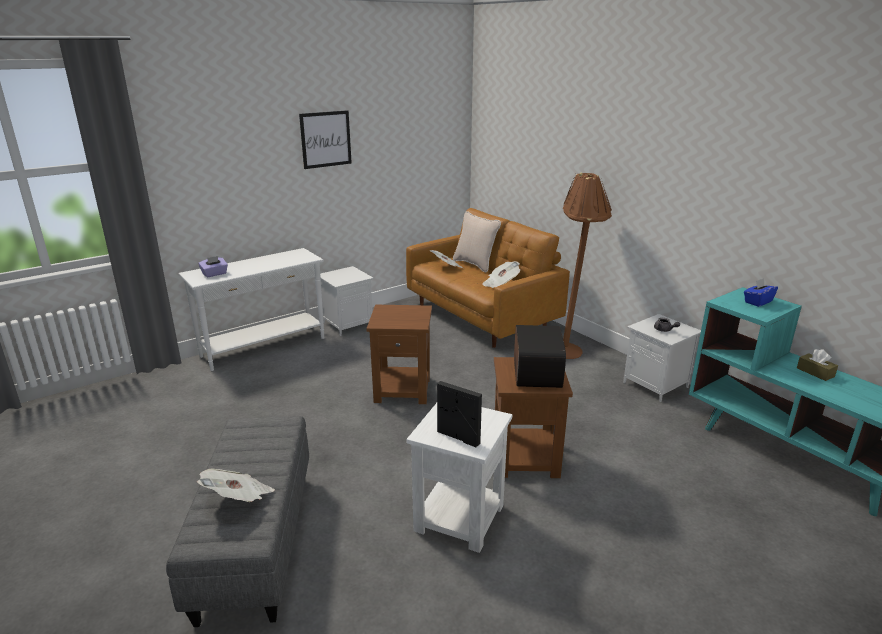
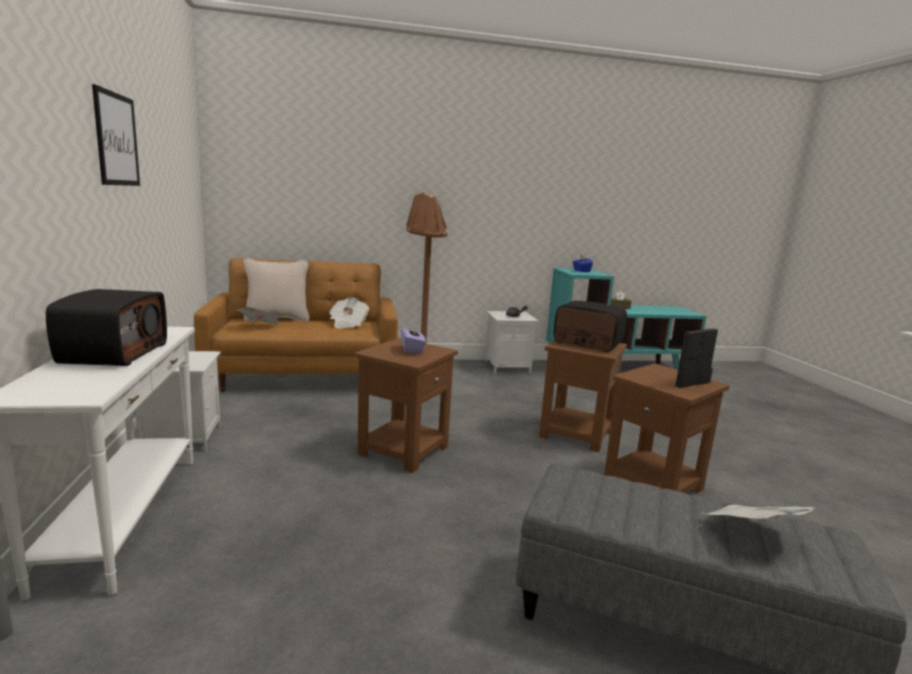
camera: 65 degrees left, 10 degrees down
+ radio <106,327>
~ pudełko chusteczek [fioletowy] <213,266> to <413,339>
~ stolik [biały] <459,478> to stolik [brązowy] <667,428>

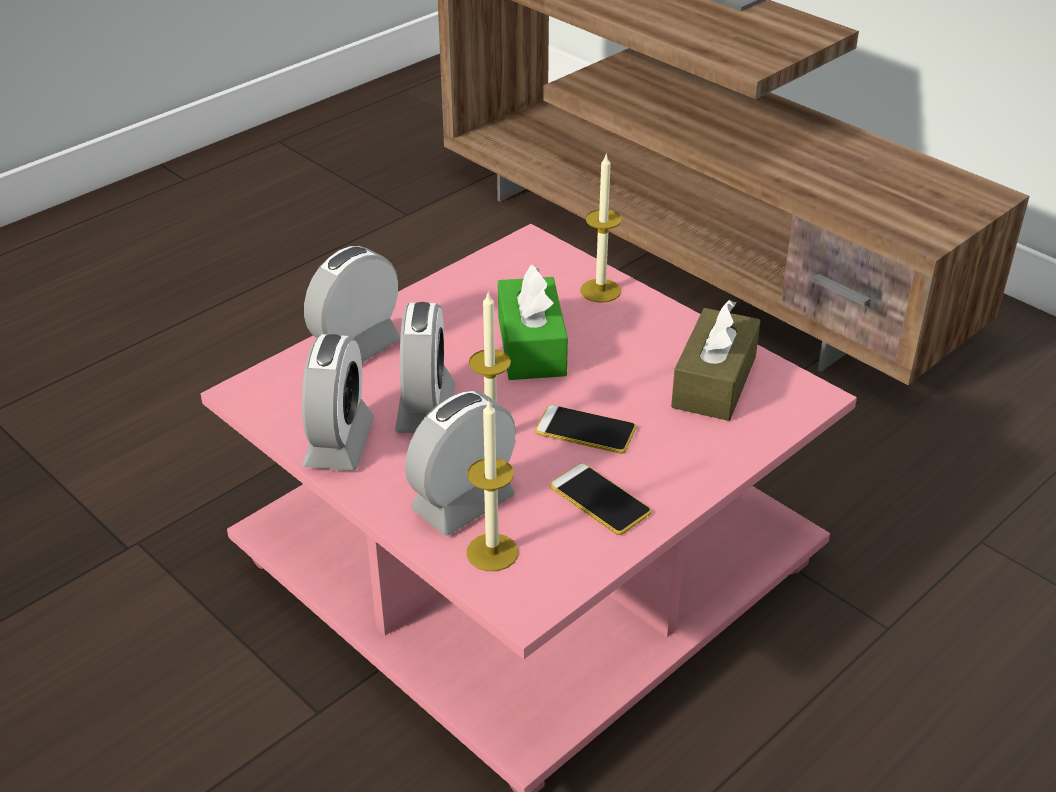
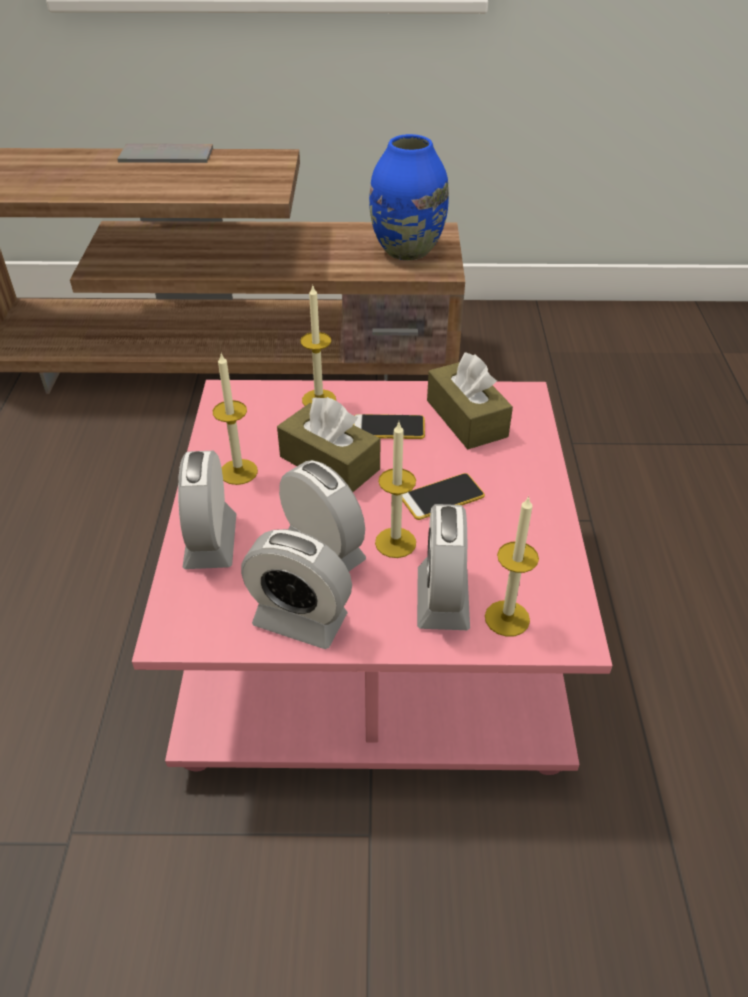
camera: 45 degrees left, 5 degrees up
+ świeca <235,419>
+ wazon [niebieski] <409,197>
~ telefon <601,499> to <389,426>
~ pudełko chusteczek [zielony] <533,322> to pudełko chusteczek [brązowy] <328,444>
~ budzik <338,402> = <296,589> 150 degrees clockwise

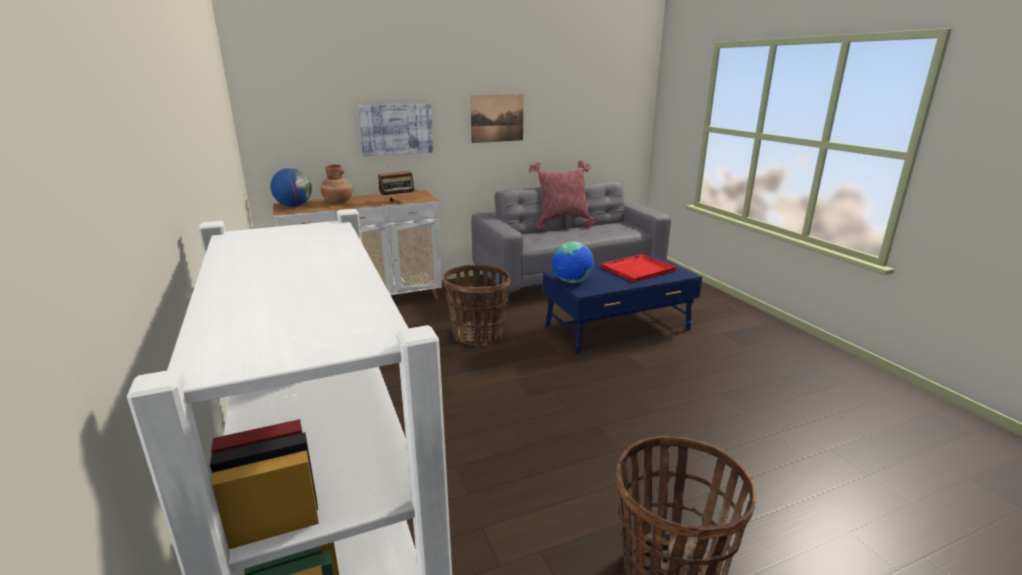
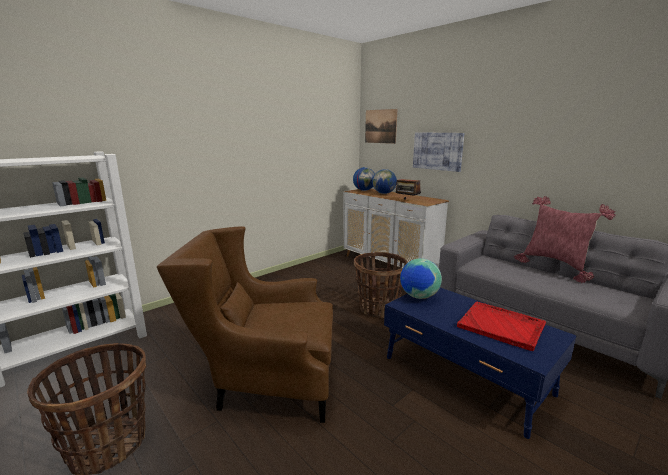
camera: 70 degrees right, 5 degrees down
+ fotel [brązowy] <245,324>
~ obraz <496,118> to <381,126>
~ wazon [brązowy] <336,183> to globus <384,181>

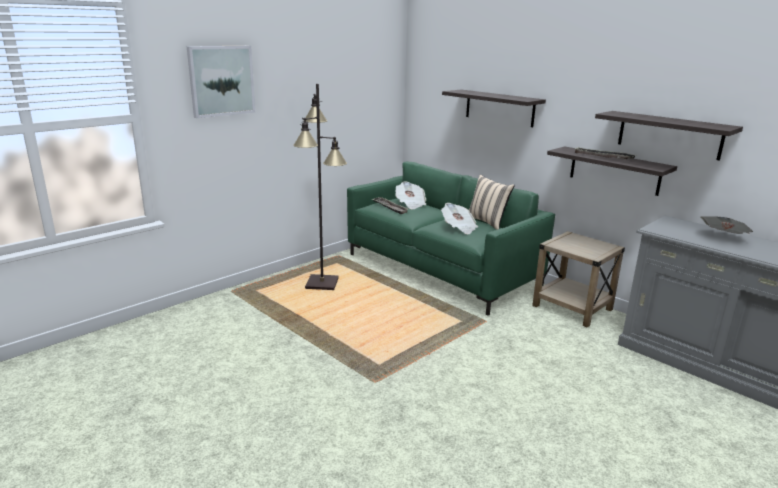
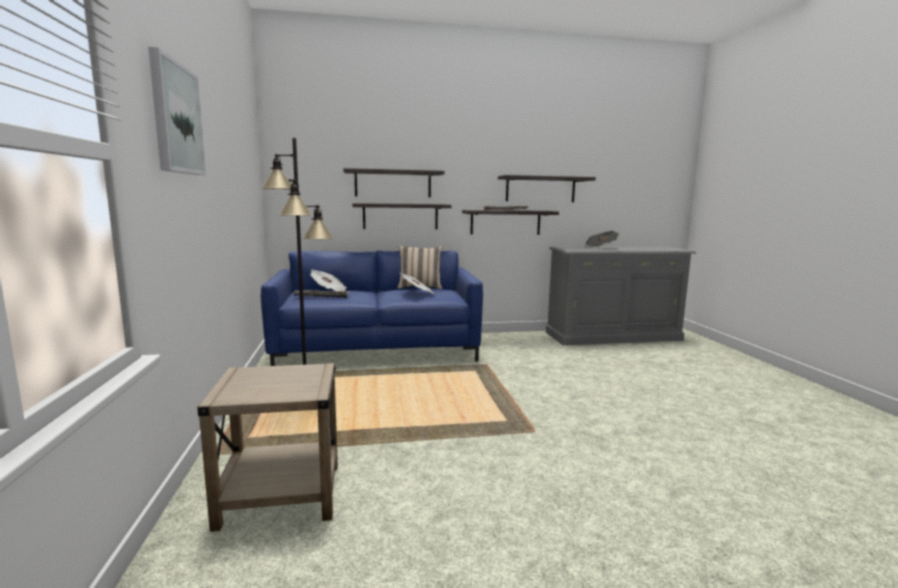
camera: 55 degrees left, 10 degrees down
+ półka <402,216>
~ stolik [beżowy] <578,279> to <267,447>
~ kanapa [zielony] <451,239> to kanapa [niebieski] <371,308>

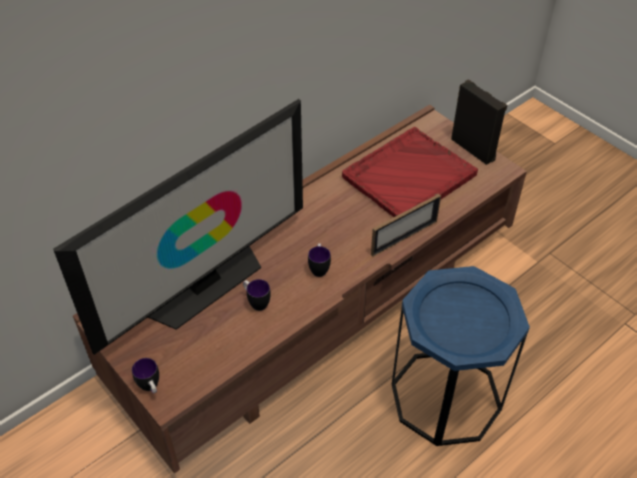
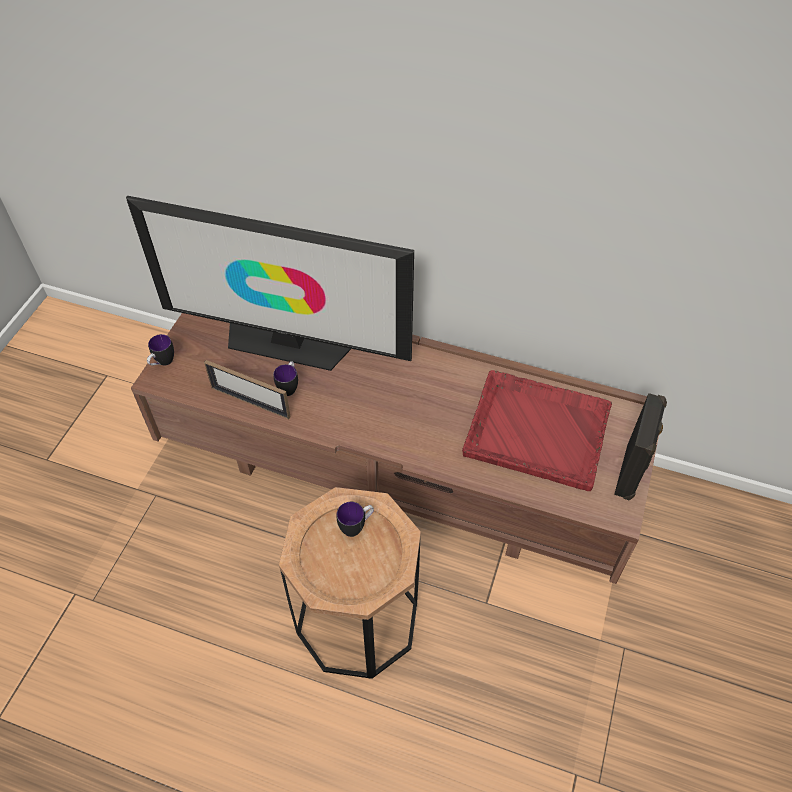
camera: 60 degrees right, 5 degrees up
~ kubek <319,260> to <355,519>
~ ramka na zdjęcie <406,225> to <247,389>
~ stolik [niebieski] <461,356> to stolik [brązowy] <350,583>

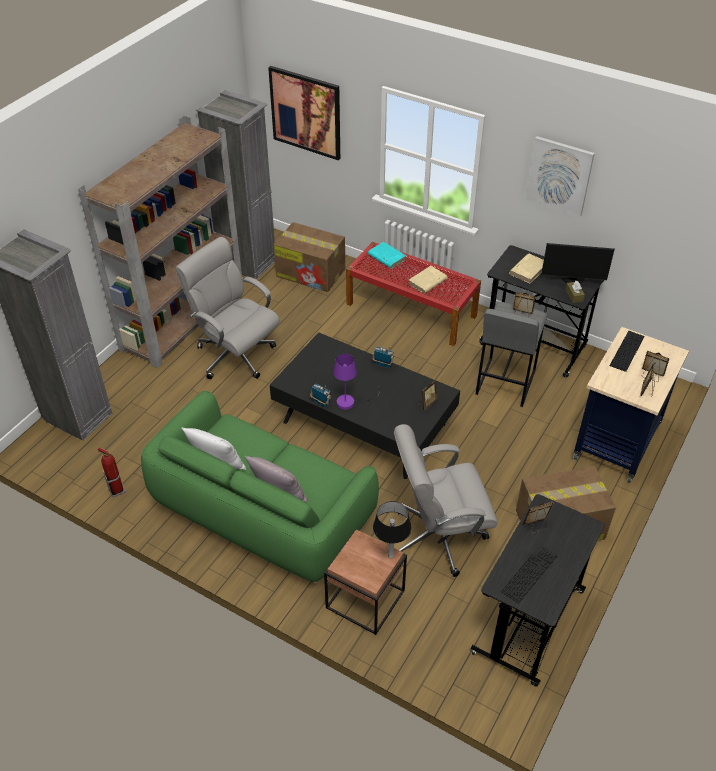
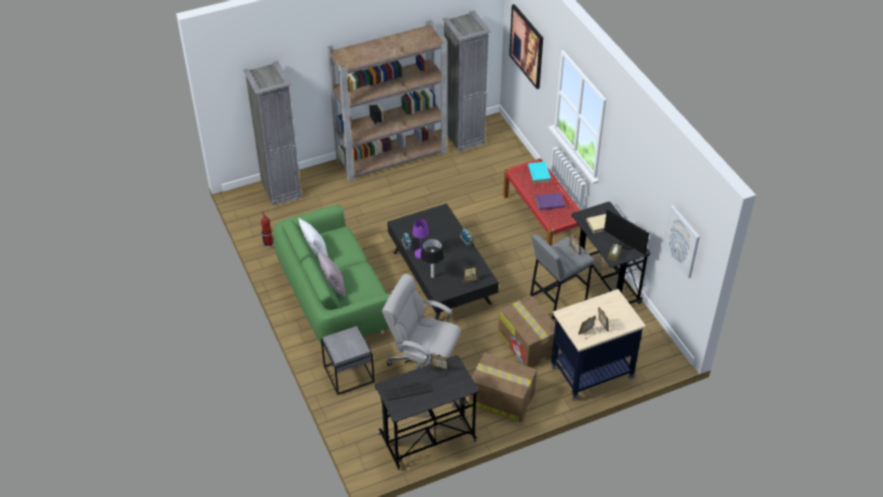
camera: 35 degrees right, 0 degrees up
- krzesło biurowe [szary] <227,308>
- klawiatura <627,351>
~ karton <309,257> to <528,331>
~ lampa stołowa <392,530> to <432,258>
~ obraz <560,176> to <681,241>
~ stolik [brązowy] <365,582> to stolik [szary] <348,360>
~ książka [beżowy] <428,280> to książka [fioletowy] <550,201>

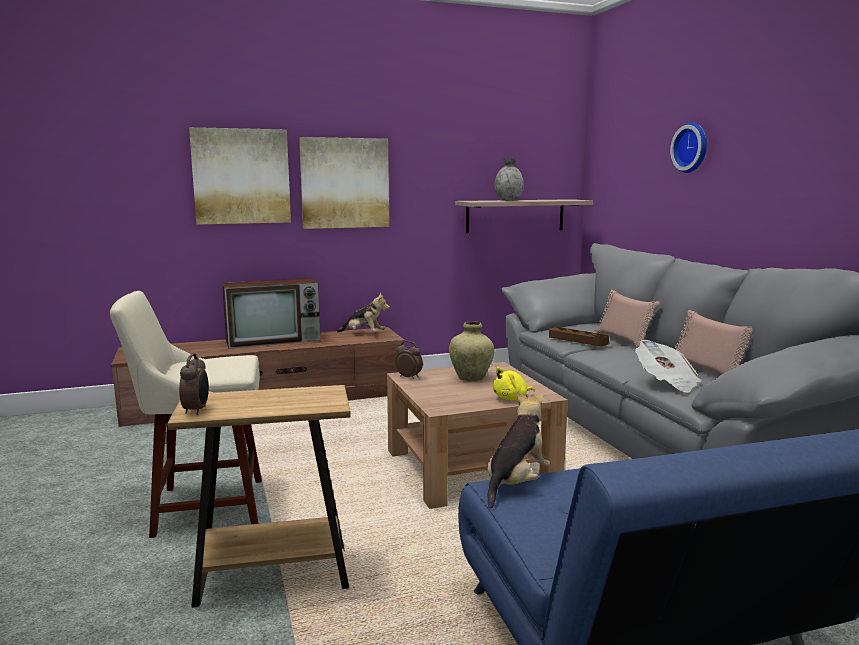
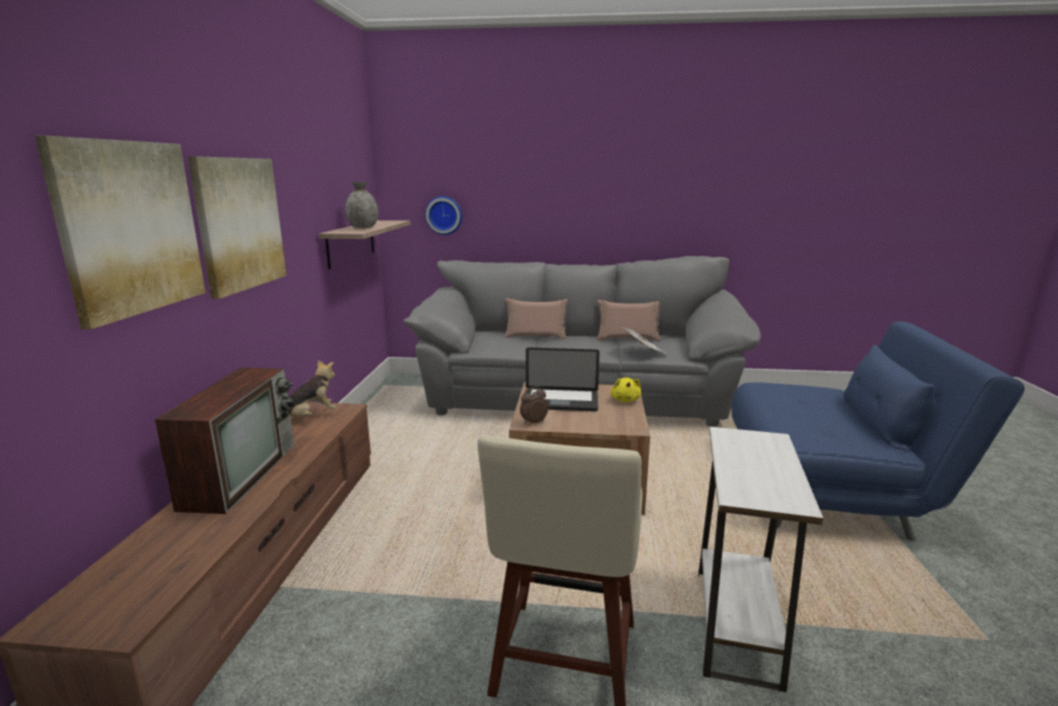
camera: 65 degrees left, 5 degrees up
- budzik <194,384>
- pluszak <518,450>
- taca [brązowy] <579,336>
~ zegar ścienny <688,147> to <443,215>
~ wazon [beżowy] <472,351> to laptop <562,379>
~ stolik [brązowy] <259,496> to stolik [biały] <760,559>

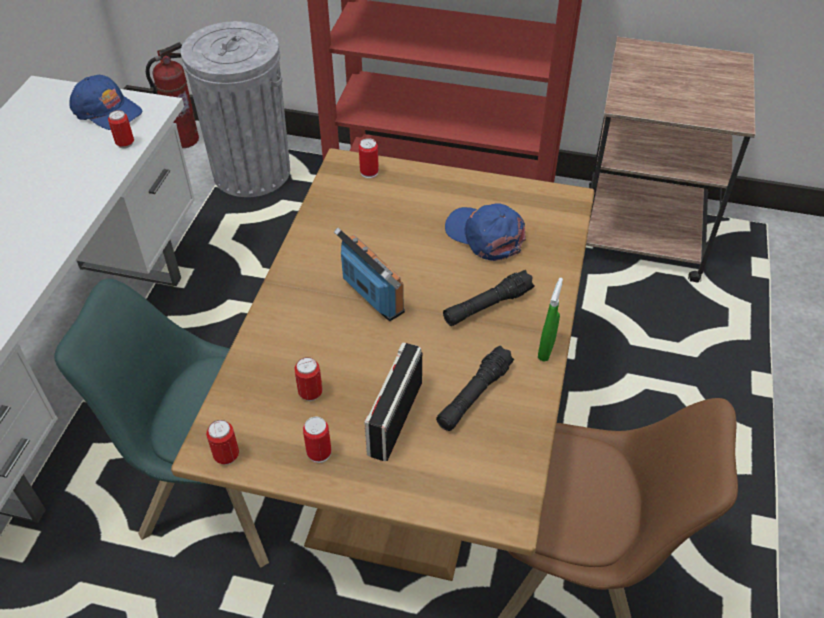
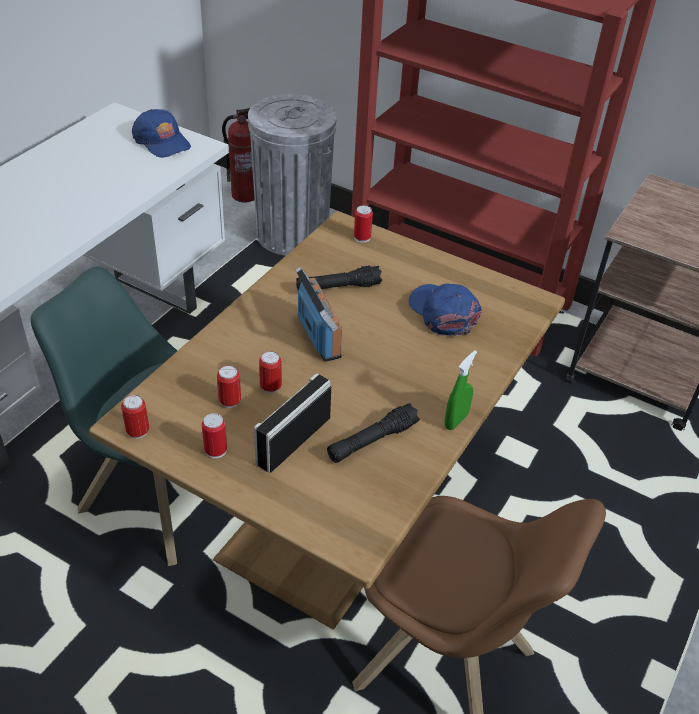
camera: 15 degrees right, 5 degrees down
~ puszka <121,129> to <270,372>
~ latarka [czarny] <489,298> to <339,278>

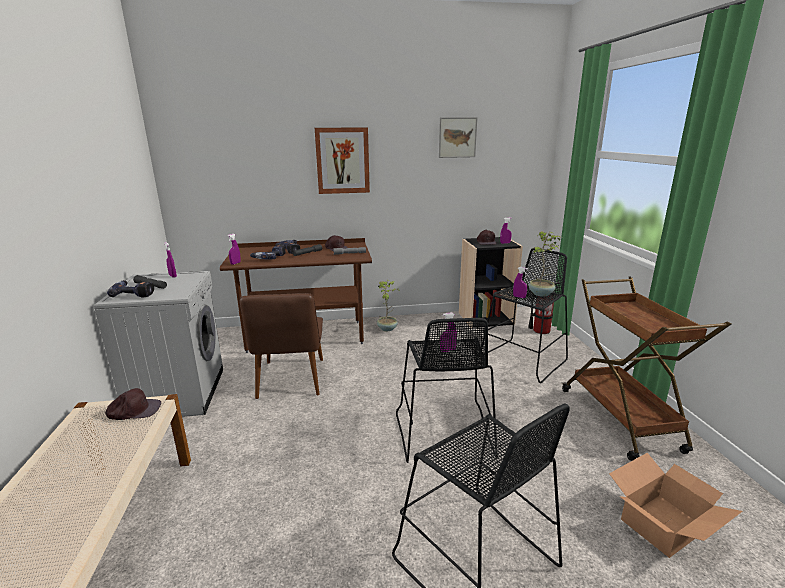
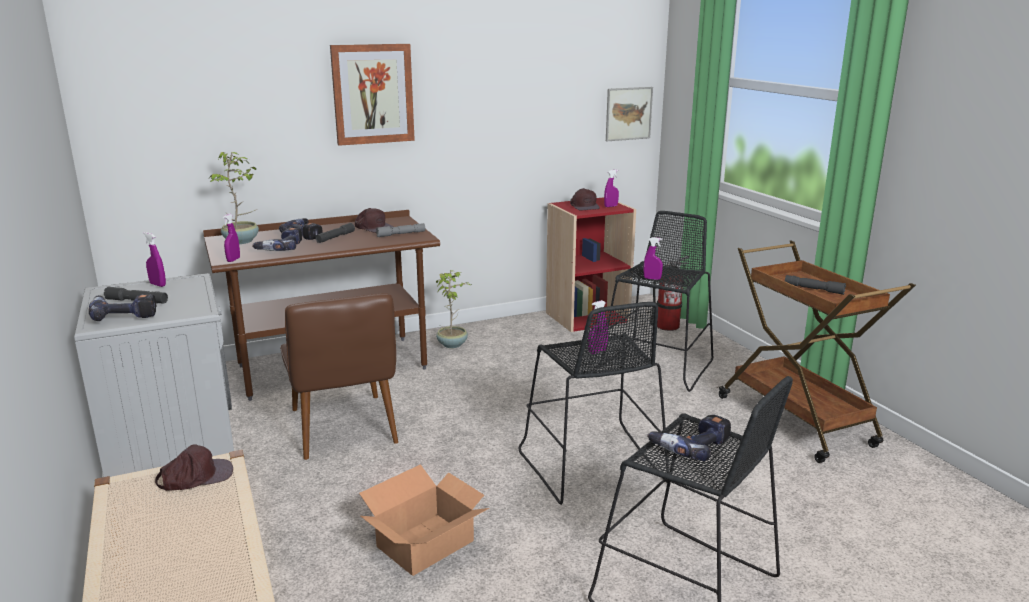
camera: 15 degrees left, 0 degrees up
+ wiertarka <689,438>
+ latarka [szary] <815,285>
~ obraz <458,137> to <629,114>
~ roślina doniczkowa <545,263> to <234,198>
~ karton <676,505> to <424,520>
~ regał [czarny] <491,282> to regał [czerwony] <591,264>

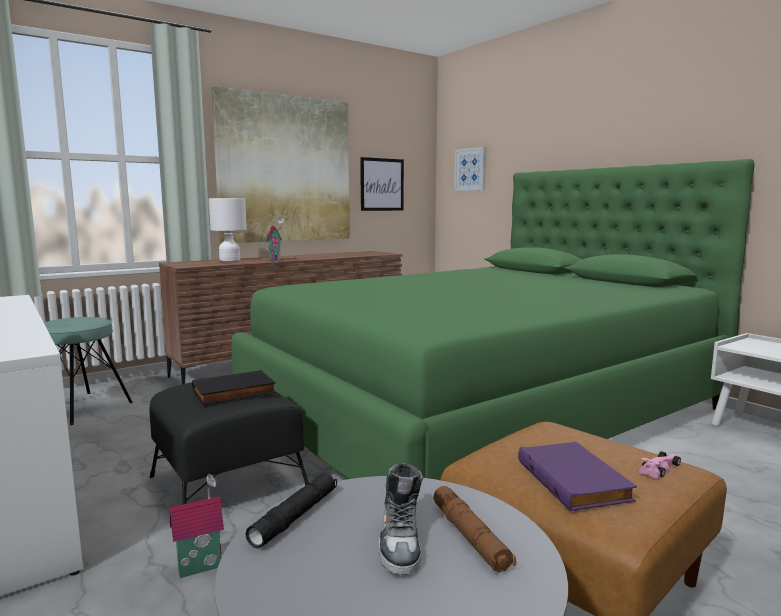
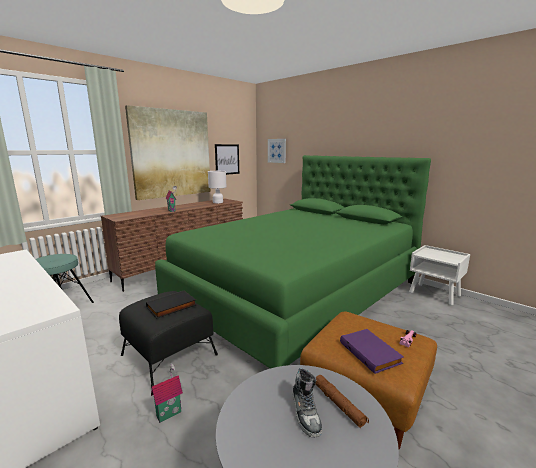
camera: 10 degrees left, 5 degrees up
- latarka [czarny] <291,511>
~ lampa stołowa [biały] <228,229> to <217,187>

